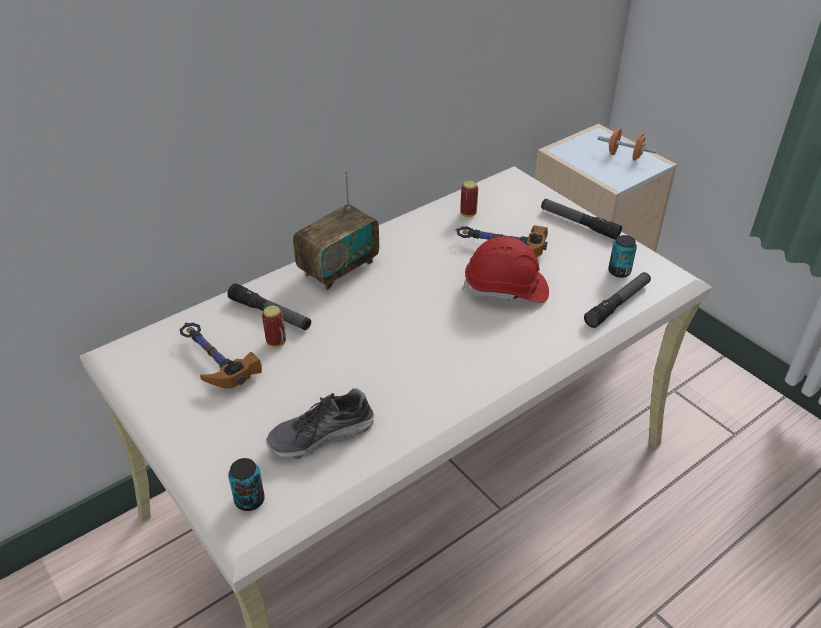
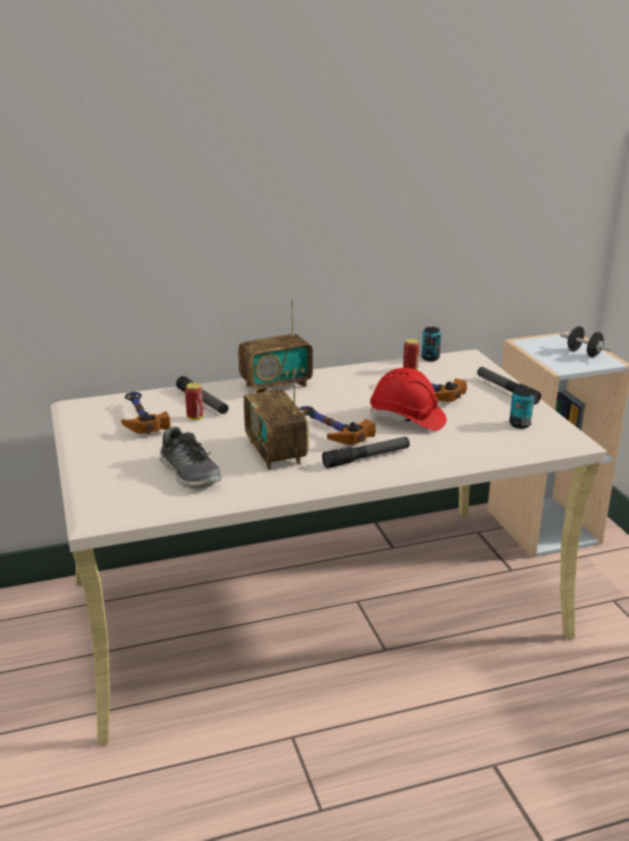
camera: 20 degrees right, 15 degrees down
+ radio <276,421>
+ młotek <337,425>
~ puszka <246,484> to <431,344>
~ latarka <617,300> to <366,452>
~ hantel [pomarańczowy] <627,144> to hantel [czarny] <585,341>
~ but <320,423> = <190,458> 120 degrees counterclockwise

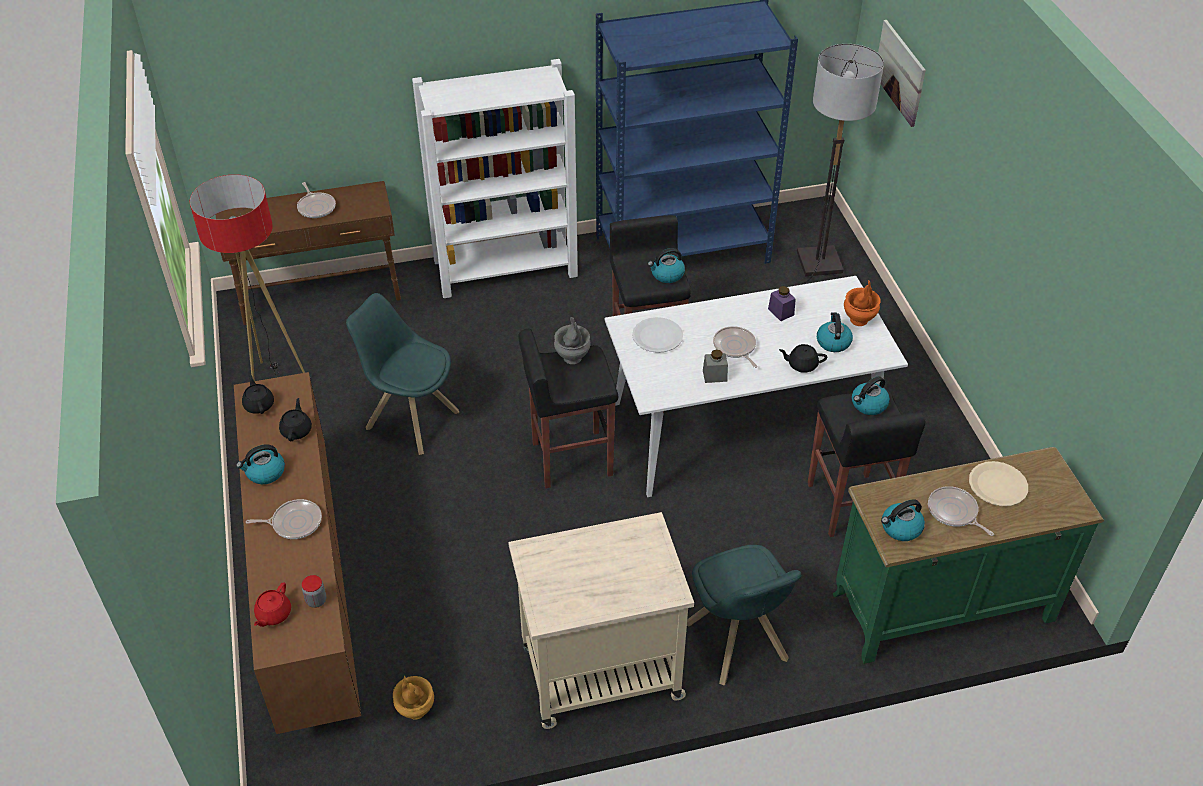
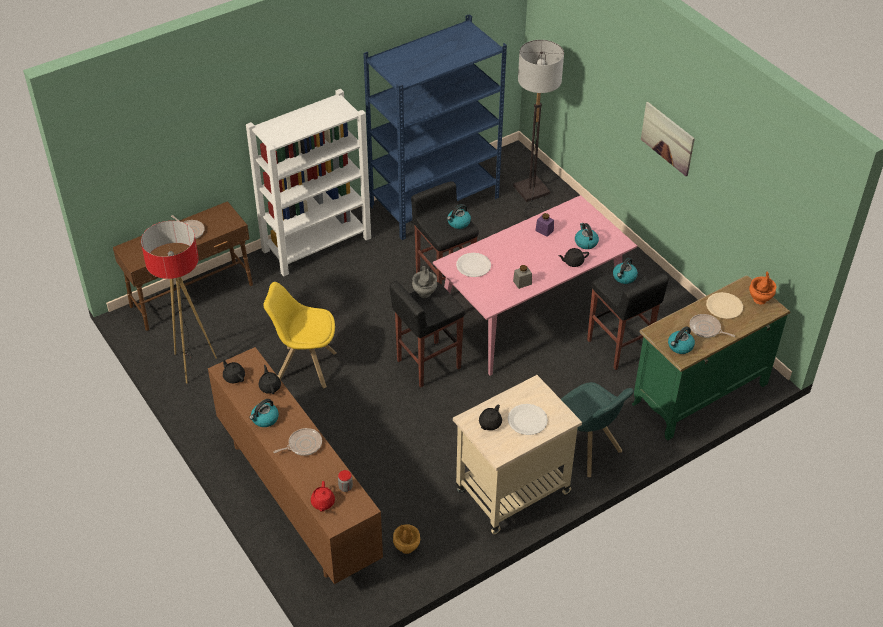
camera: 20 degrees left, 0 degrees up
- patelnia <735,347>
+ imbryk [czarny] <490,417>
+ talerz [biały] <528,419>
~ wazon [pomarańczowy] <862,303> to <762,288>
~ obraz <902,73> to <668,139>
~ krzesło [turkusowy] <402,374> to krzesło [żółty] <299,335>
~ stół jadalny [biały] <756,386> to stół jadalny [różowy] <535,285>

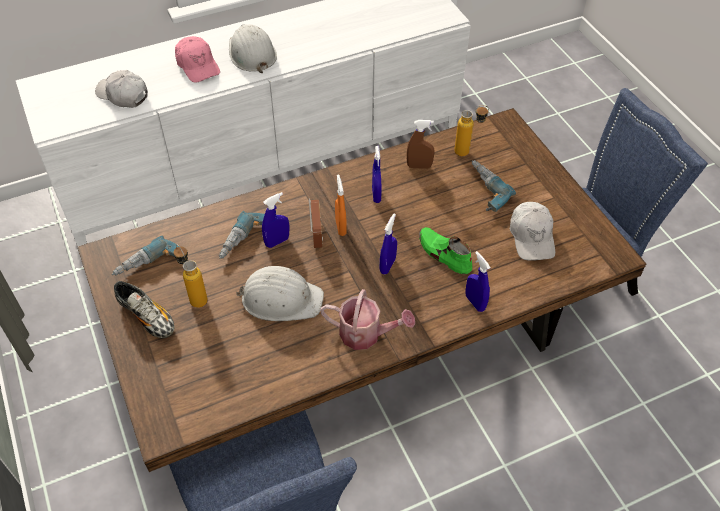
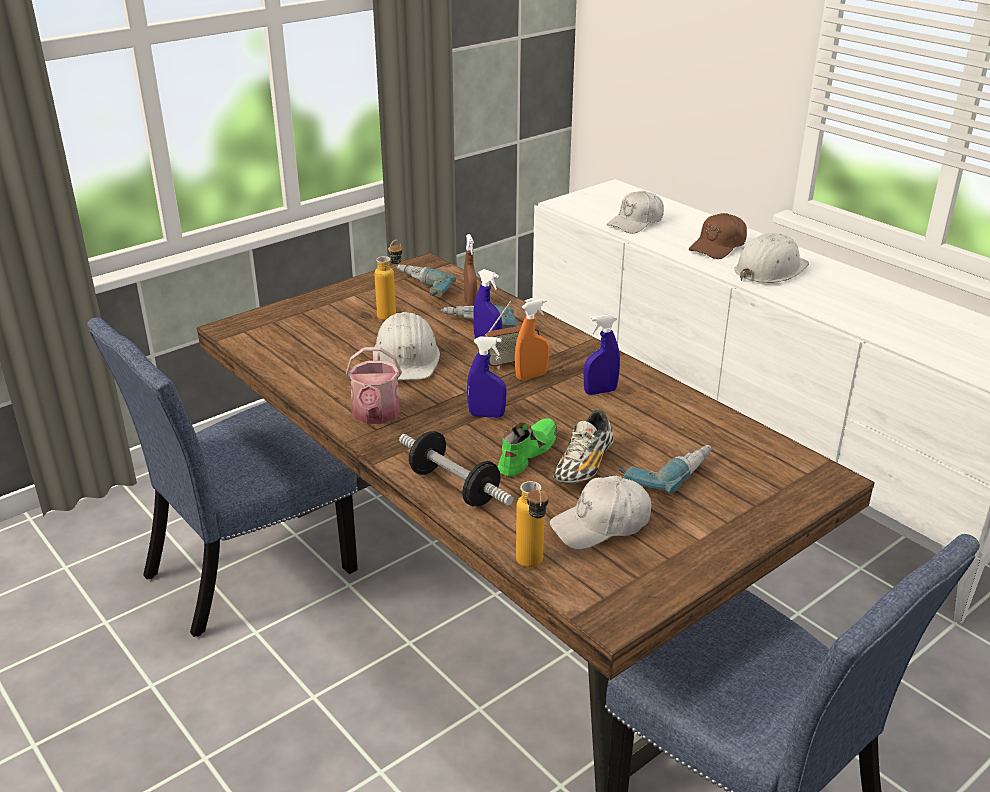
camera: 75 degrees right, 20 degrees down
~ but <144,309> to <583,447>
~ spryskiwacz [brązowy] <421,144> to <470,270>
~ butelka <471,130> to <532,524>
~ spryskiwacz [niebieski] <478,281> to hantel <456,468>
~ czapka z daszkiem [różowy] <197,59> to czapka z daszkiem [brązowy] <718,236>
~ czapka z daszkiem [biały] <121,89> = <635,212> 150 degrees counterclockwise

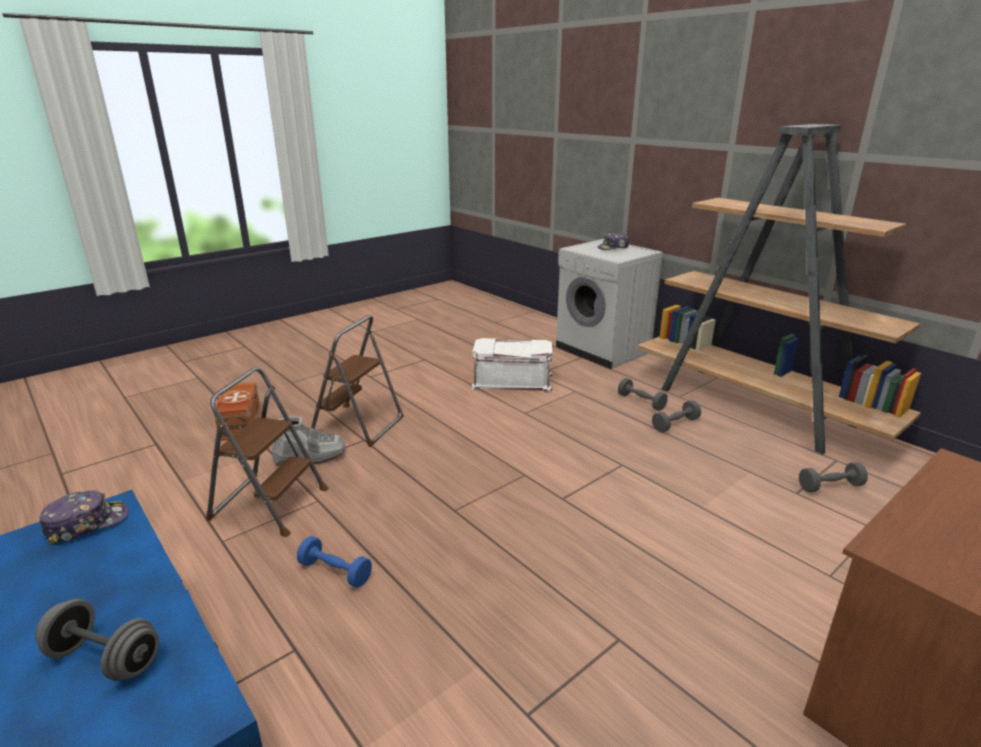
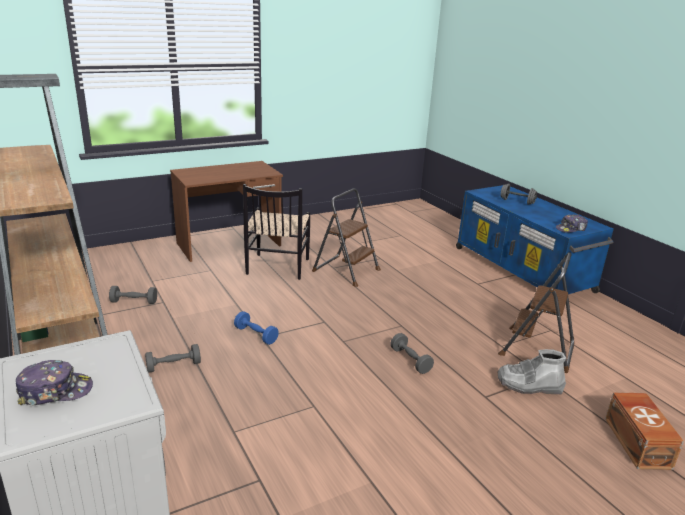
camera: 170 degrees left, 0 degrees up
- pojemnik do przechowywania [biały] <512,365>
+ krzesło [czarny] <276,232>
~ hantel [niebieski] <334,562> to <256,328>
~ drabinka [brązowy] <357,381> to <346,238>
~ hantel [szary] <643,394> to <412,353>

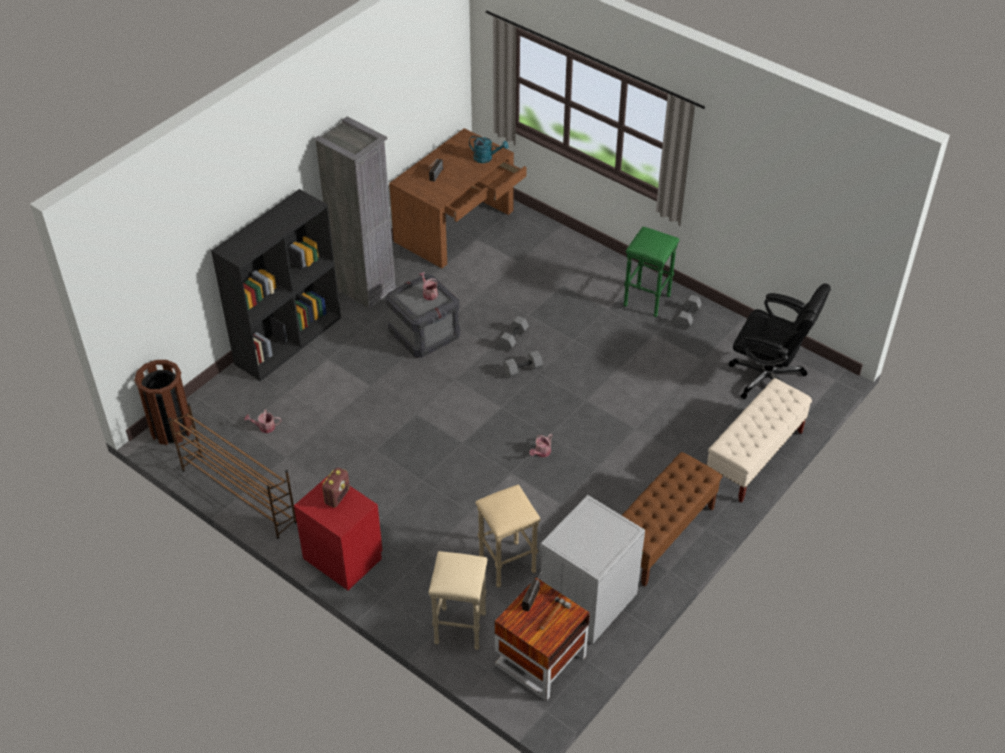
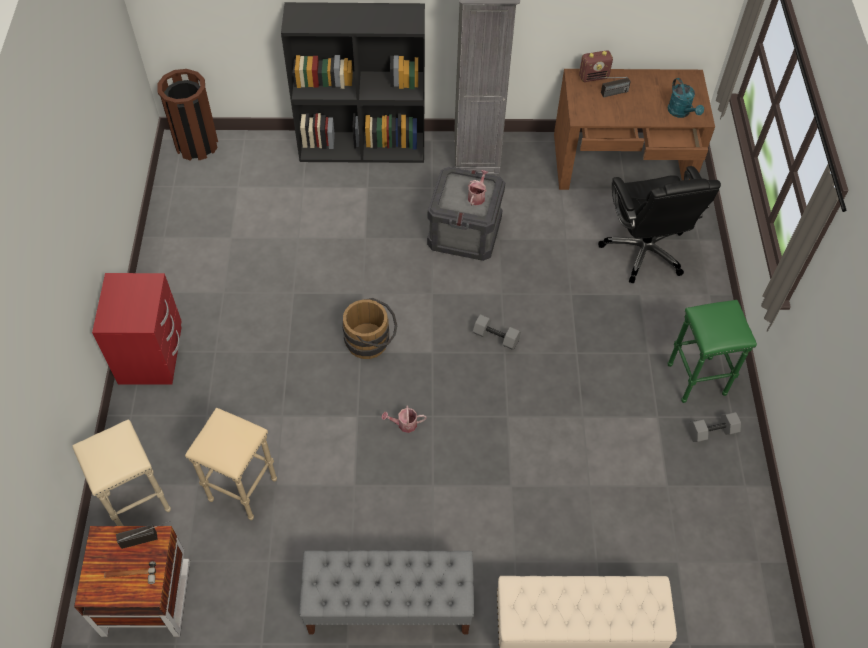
camera: 50 degrees right, 10 degrees up
- regał na buty [brązowy] <233,471>
- konewka <262,421>
- hantel [szary] <513,334>
- pralka [biały] <592,569>
+ wiadro [brązowy] <369,328>
~ radio <336,488> to <596,66>
~ krzesło biurowe [czarny] <780,341> to <659,224>
~ ławka [brązowy] <672,519> to ławka [szary] <386,592>

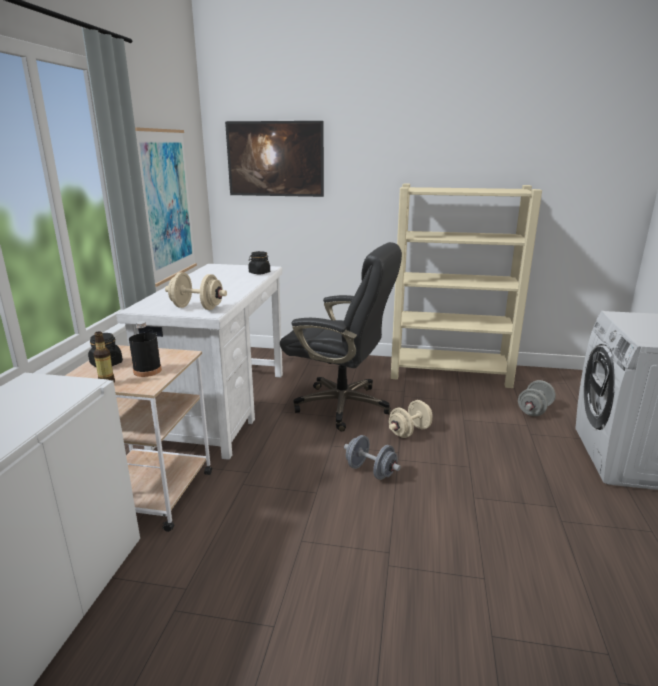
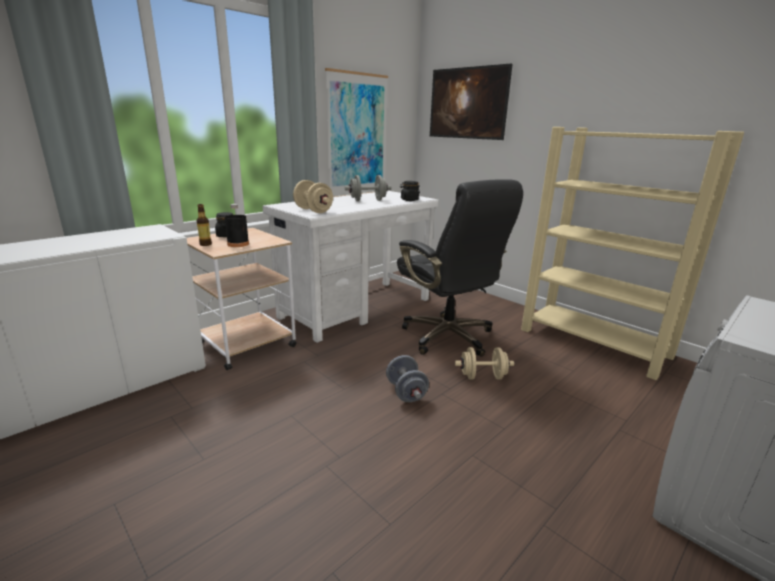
camera: 35 degrees right, 0 degrees up
~ hantel [szary] <537,398> to <368,188>

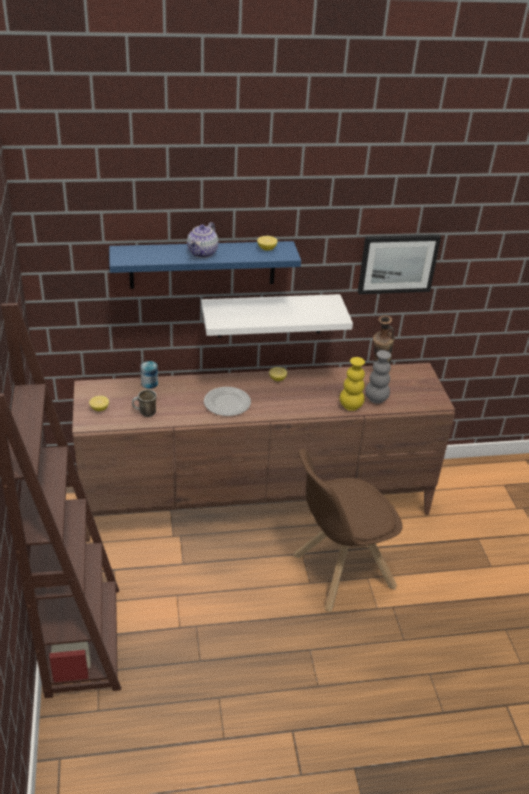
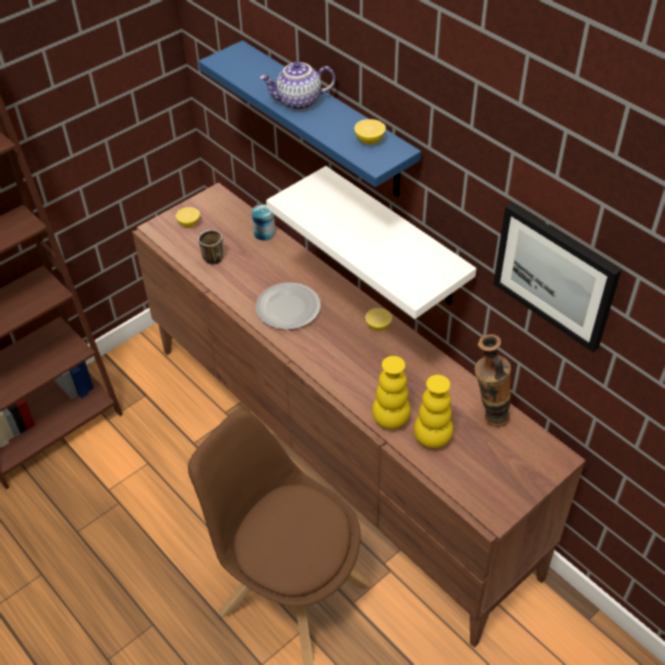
camera: 60 degrees right, 10 degrees up
~ wazon [szary] <378,377> to wazon [żółty] <433,411>

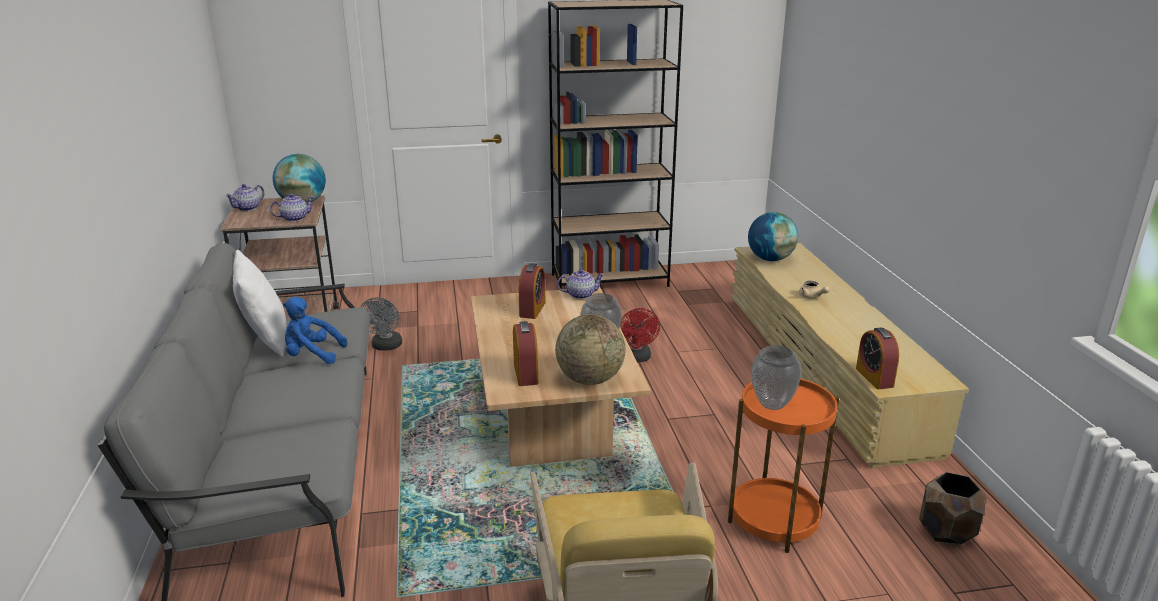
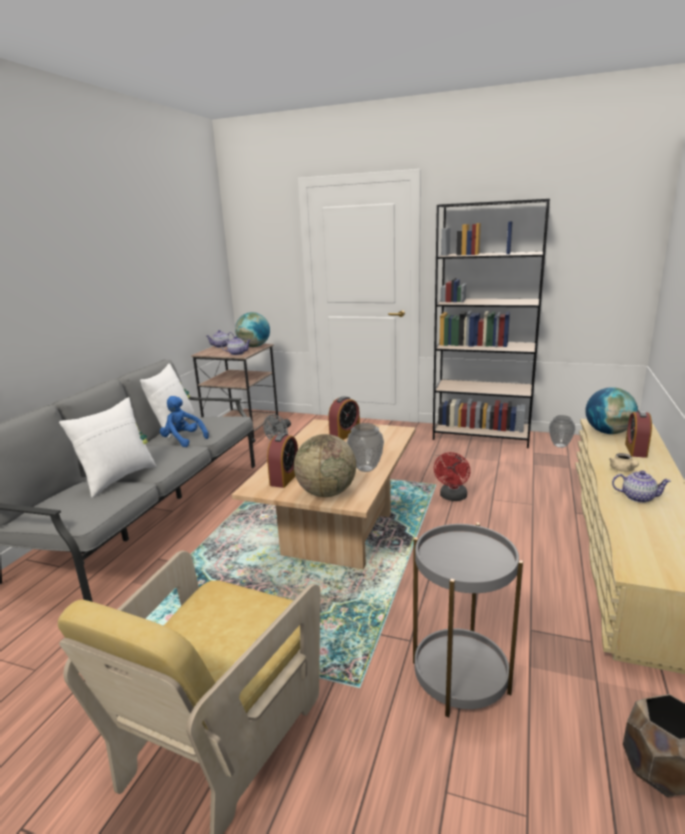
camera: 30 degrees right, 5 degrees down
+ poduszka [biały] <107,447>
~ imbryk <581,284> to <641,486>
~ wazon <776,377> to <562,431>
~ budzik <877,358> to <638,434>
~ stolik [pomarańczowy] <783,466> to stolik [szary] <468,620>

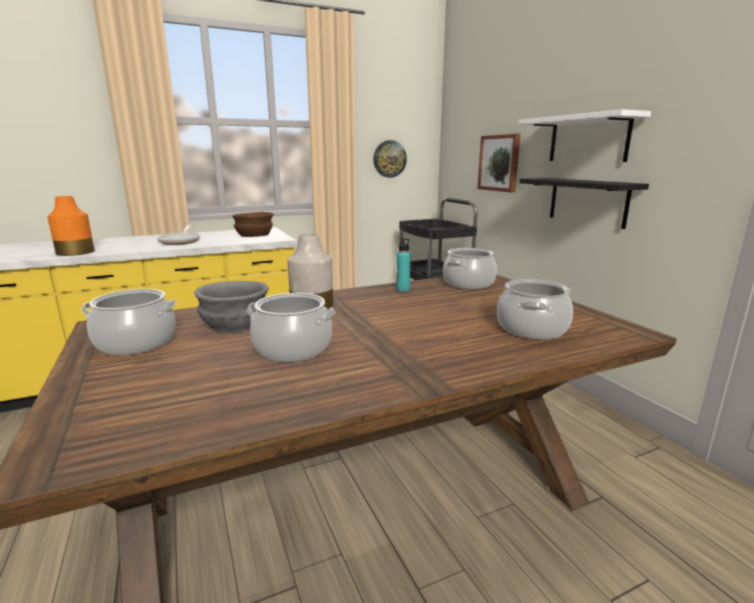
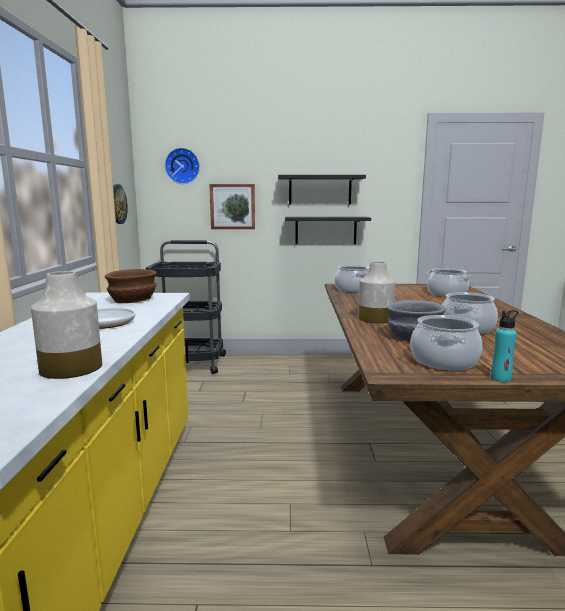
camera: 65 degrees left, 5 degrees down
+ zegar ścienny <182,166>
~ butelka [turkusowy] <403,264> to <504,346>
~ wazon [pomarańczowy] <71,226> to wazon [beżowy] <66,325>
~ półka [biały] <584,135> to półka [czarny] <322,190>

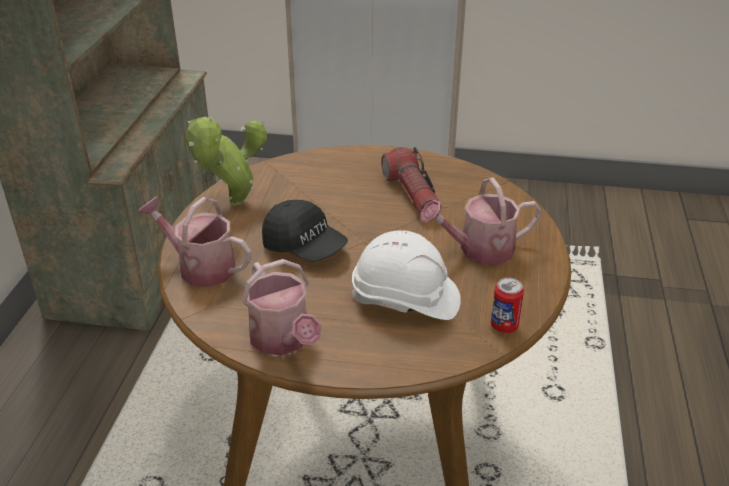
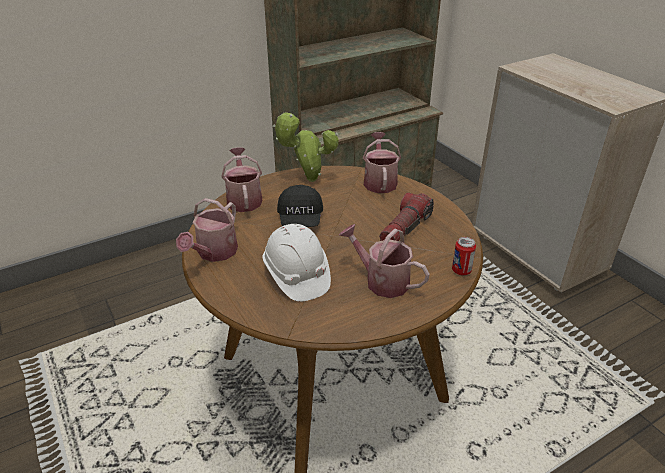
camera: 50 degrees right, 0 degrees up
+ konewka <382,162>
~ puszka <507,305> to <464,256>

